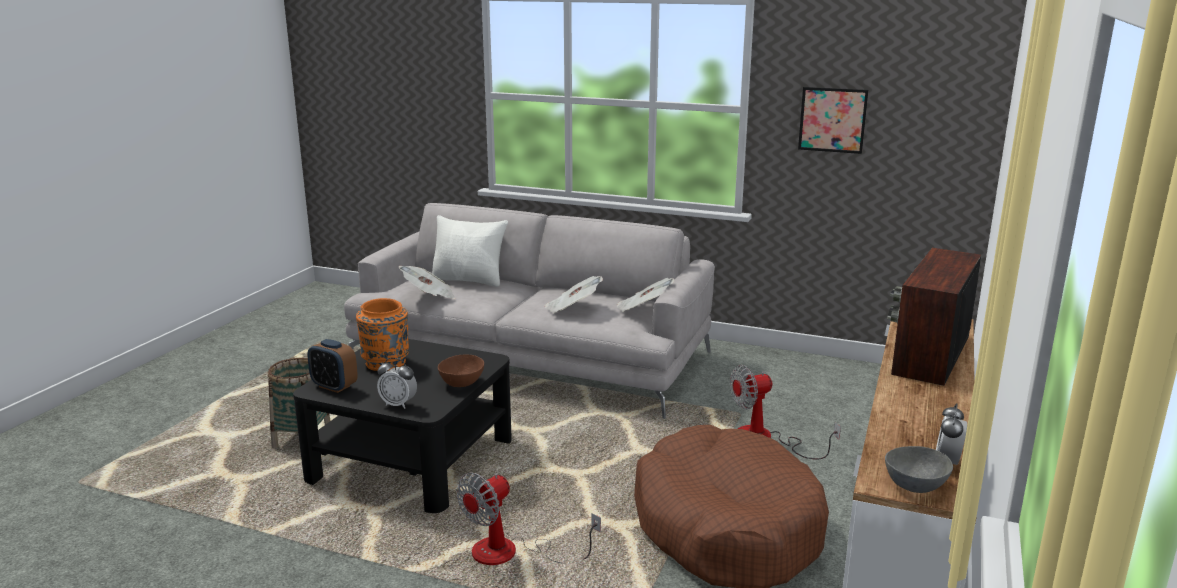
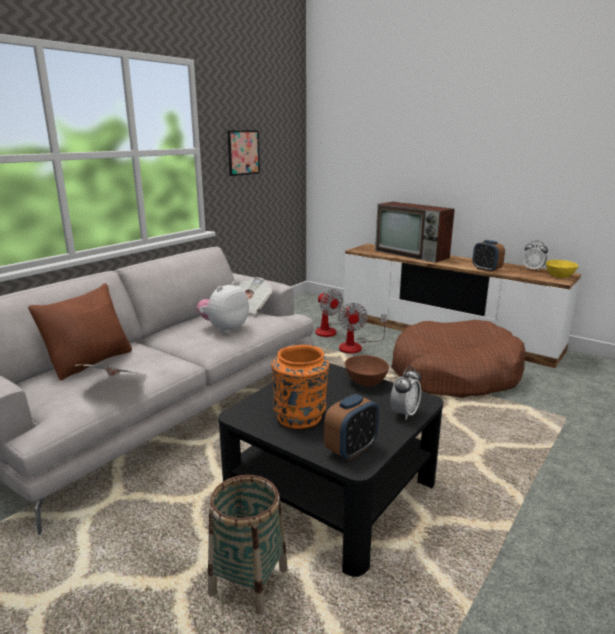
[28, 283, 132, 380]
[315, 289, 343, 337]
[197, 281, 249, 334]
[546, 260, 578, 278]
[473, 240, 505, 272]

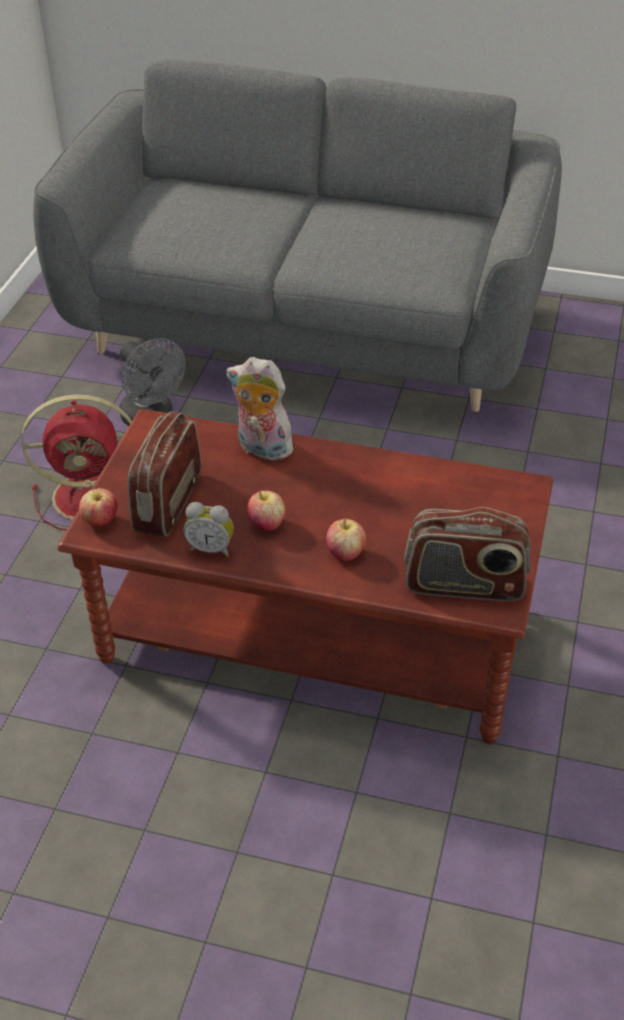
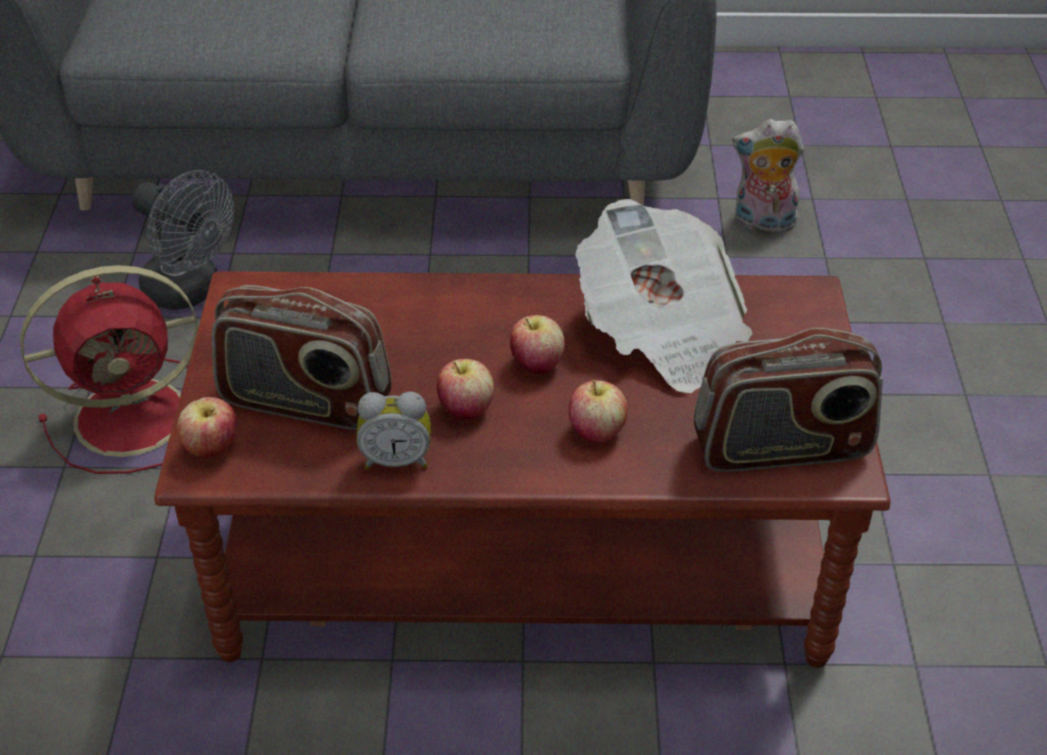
[212, 285, 392, 431]
[732, 119, 804, 233]
[510, 315, 565, 374]
[575, 199, 753, 393]

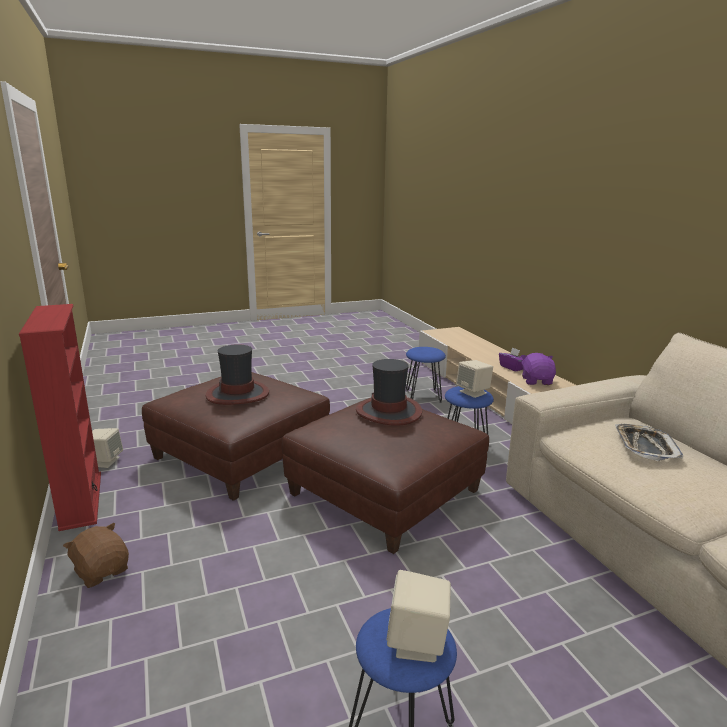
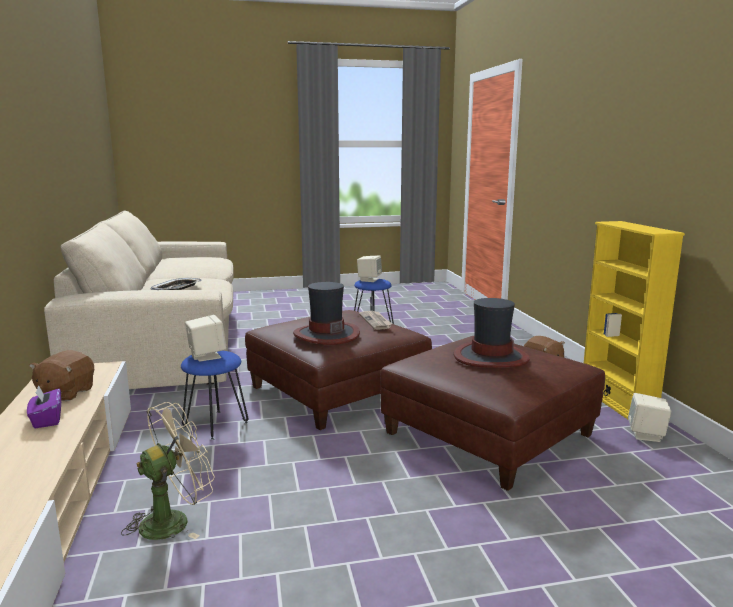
[584, 221, 685, 419]
[121, 402, 215, 540]
[29, 350, 94, 401]
[359, 311, 392, 330]

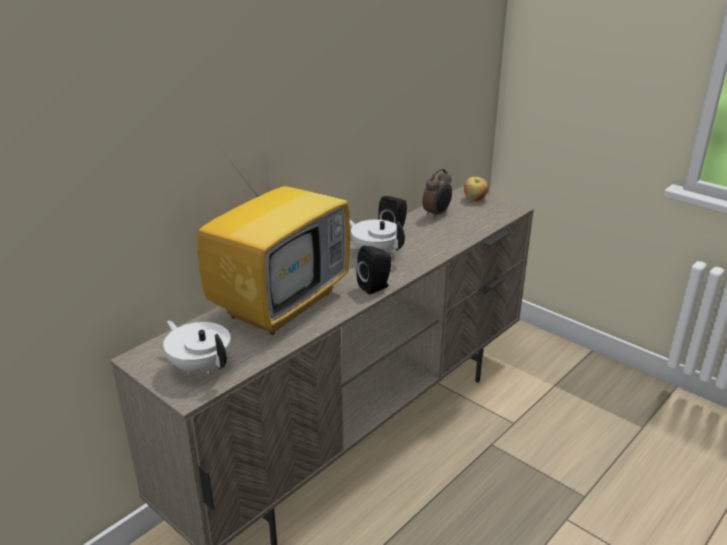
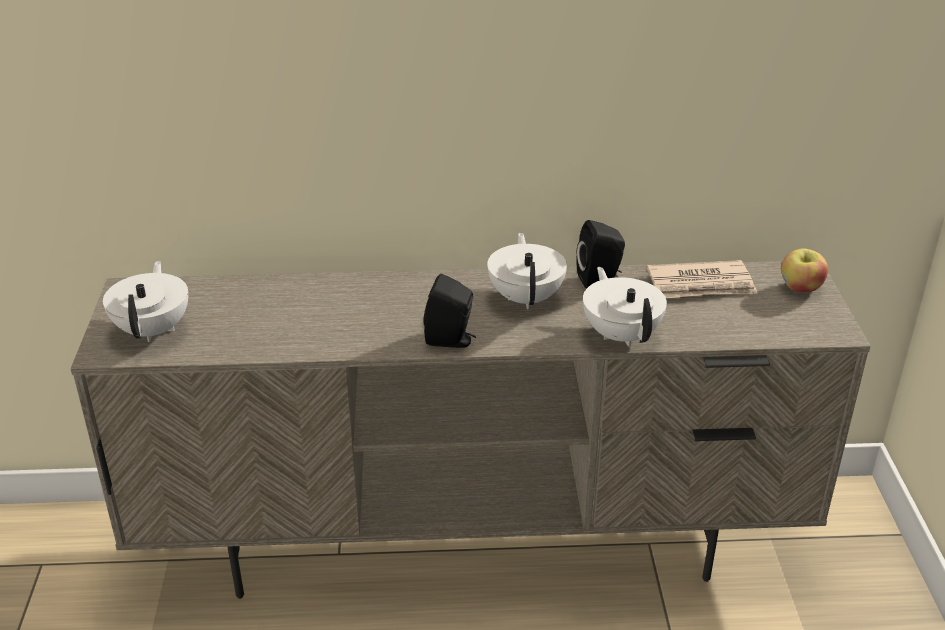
[197, 120, 350, 335] (first image)
[646, 260, 758, 298]
[583, 267, 667, 347]

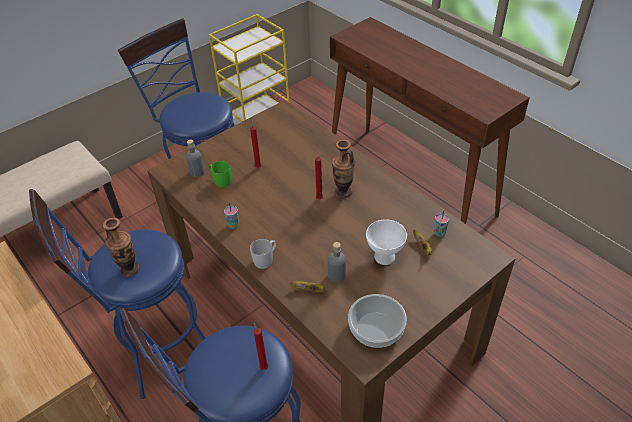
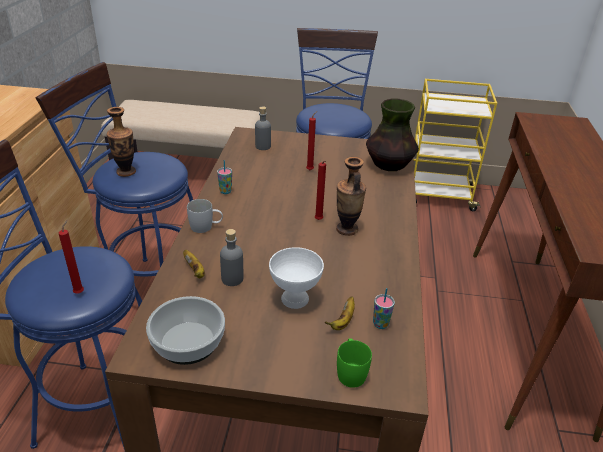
[337, 338, 372, 388]
[366, 99, 419, 171]

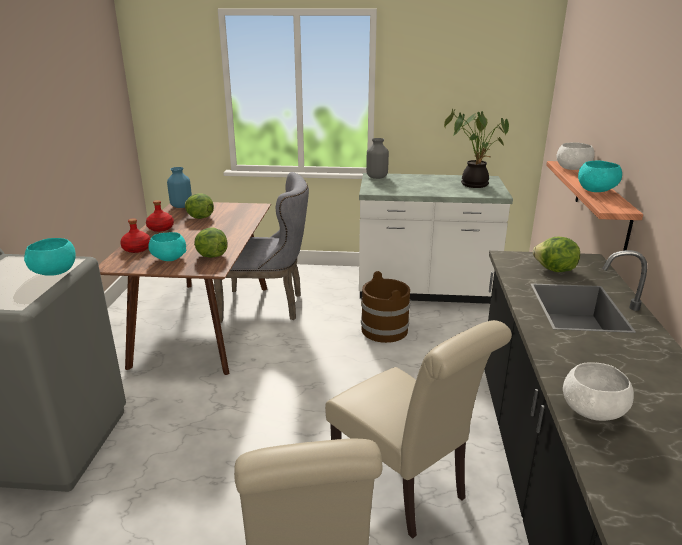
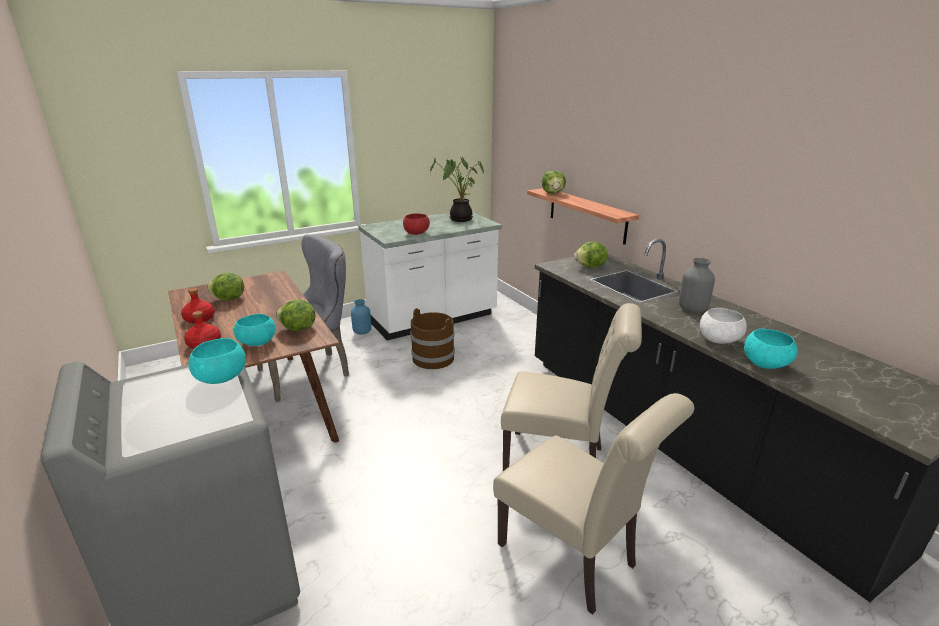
[351, 299, 372, 335]
[679, 258, 715, 312]
[542, 170, 566, 194]
[744, 329, 798, 369]
[403, 213, 430, 235]

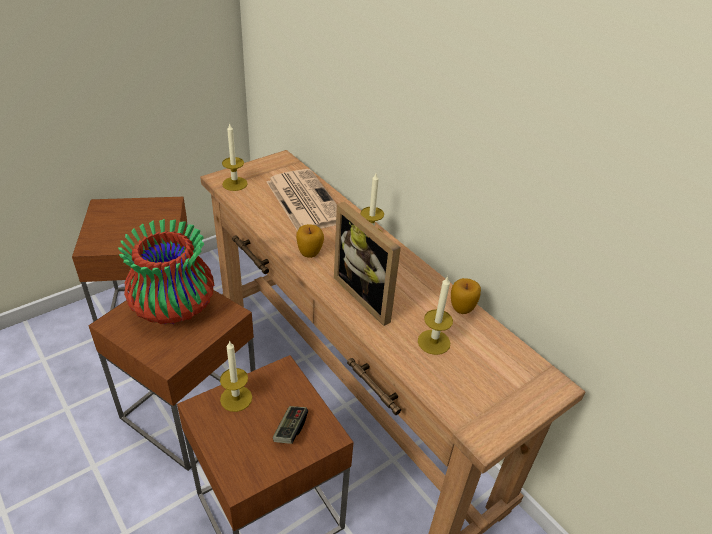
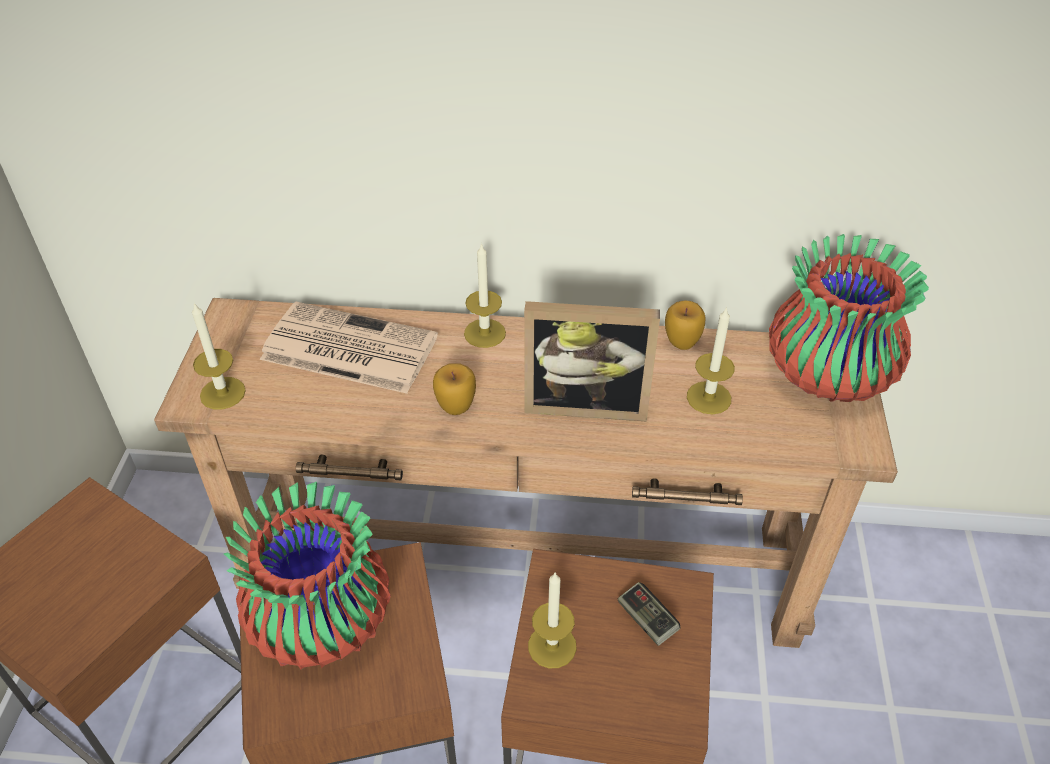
[769, 234, 929, 402]

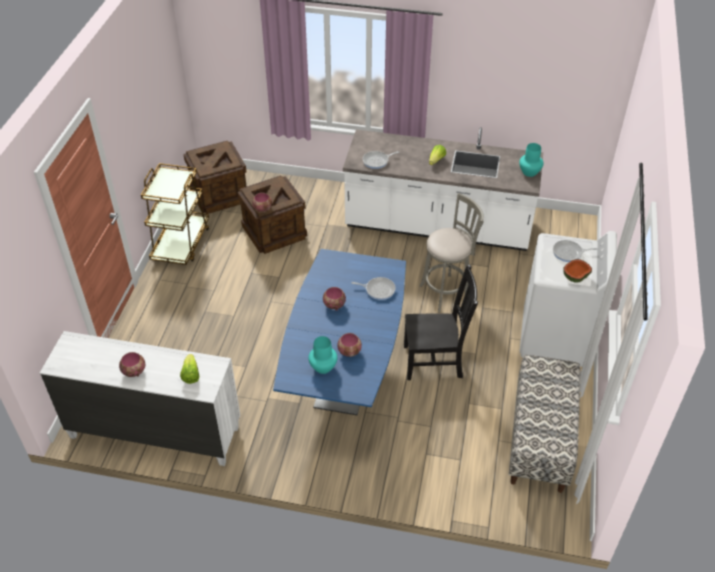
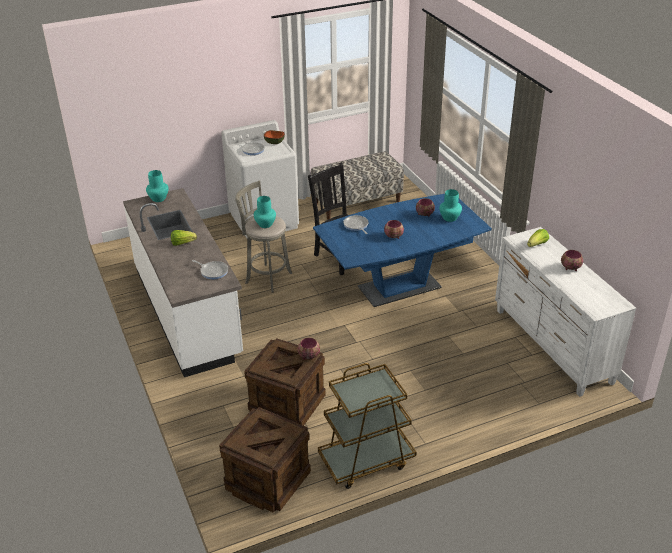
[254, 196, 276, 228]

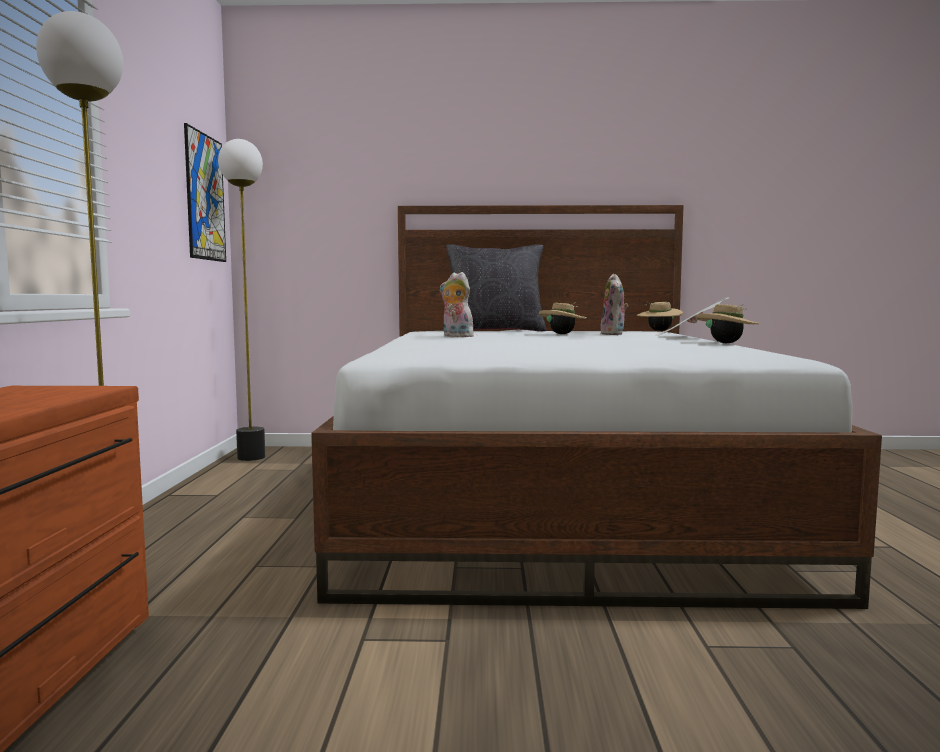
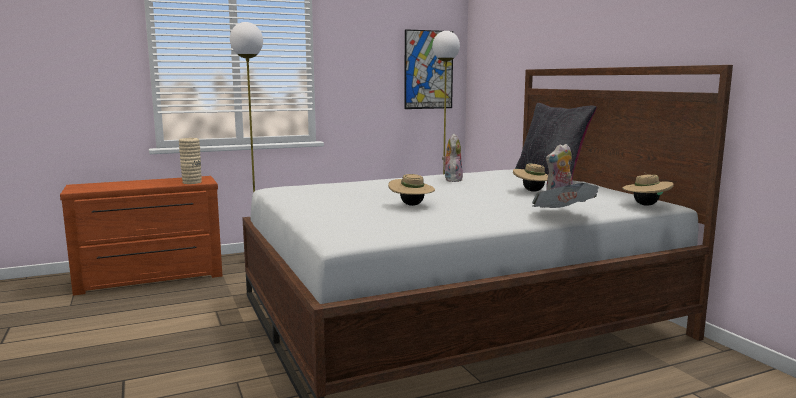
[388, 174, 435, 206]
[179, 138, 202, 184]

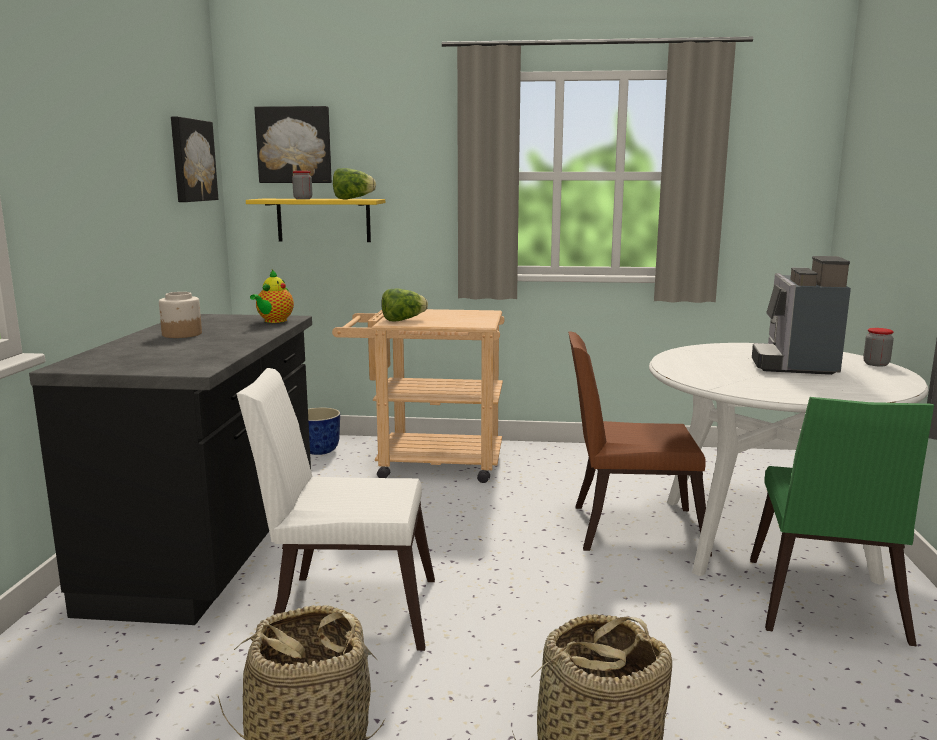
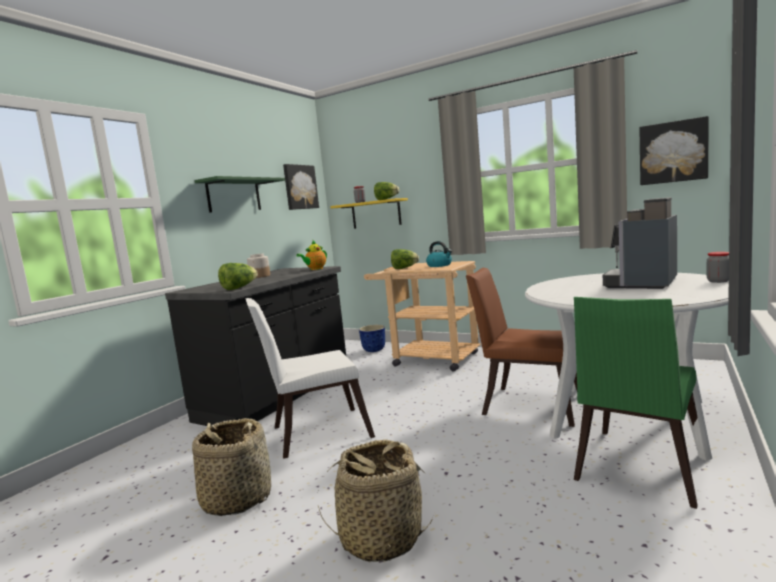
[245, 298, 375, 459]
[639, 116, 709, 185]
[194, 176, 285, 213]
[218, 263, 258, 290]
[426, 241, 452, 267]

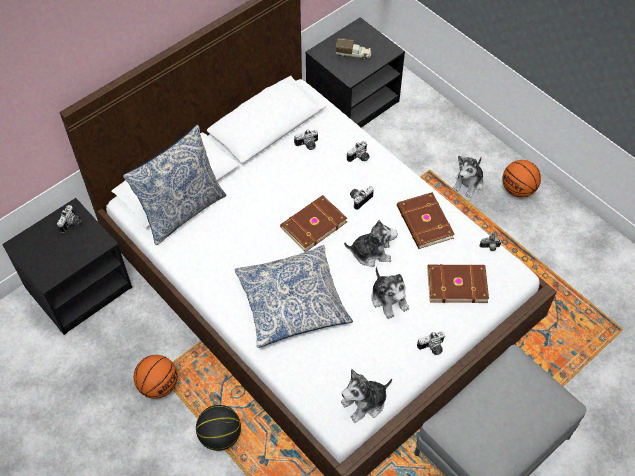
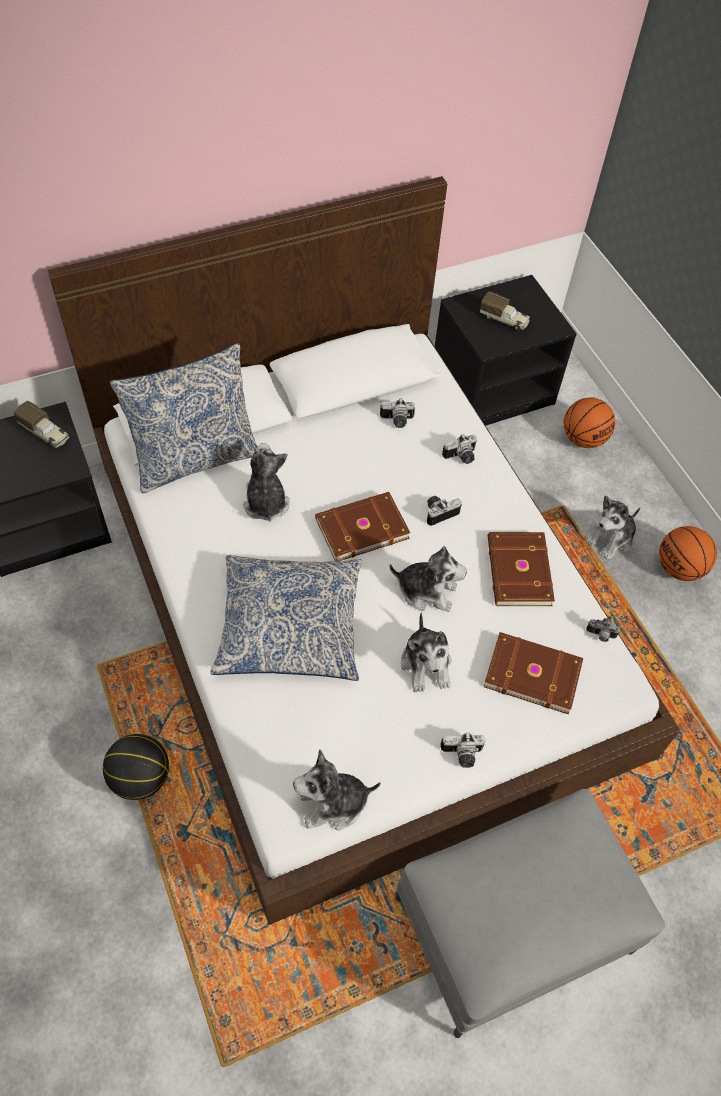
[14, 401, 69, 448]
[564, 398, 615, 448]
[243, 443, 290, 522]

